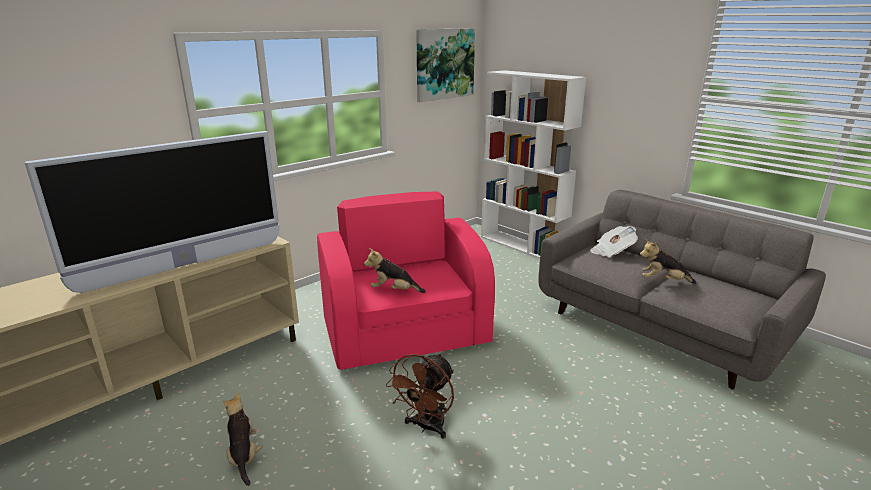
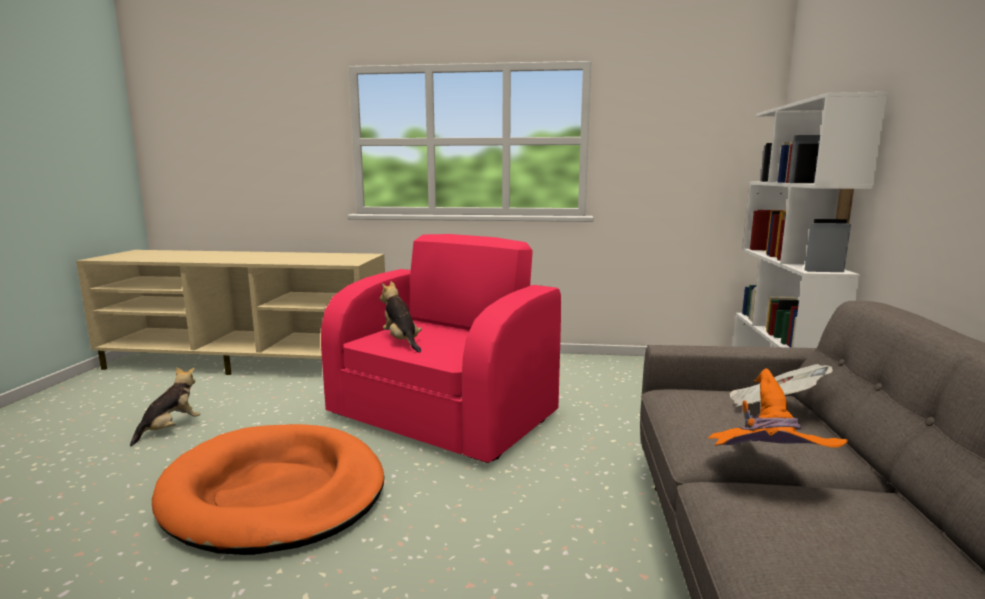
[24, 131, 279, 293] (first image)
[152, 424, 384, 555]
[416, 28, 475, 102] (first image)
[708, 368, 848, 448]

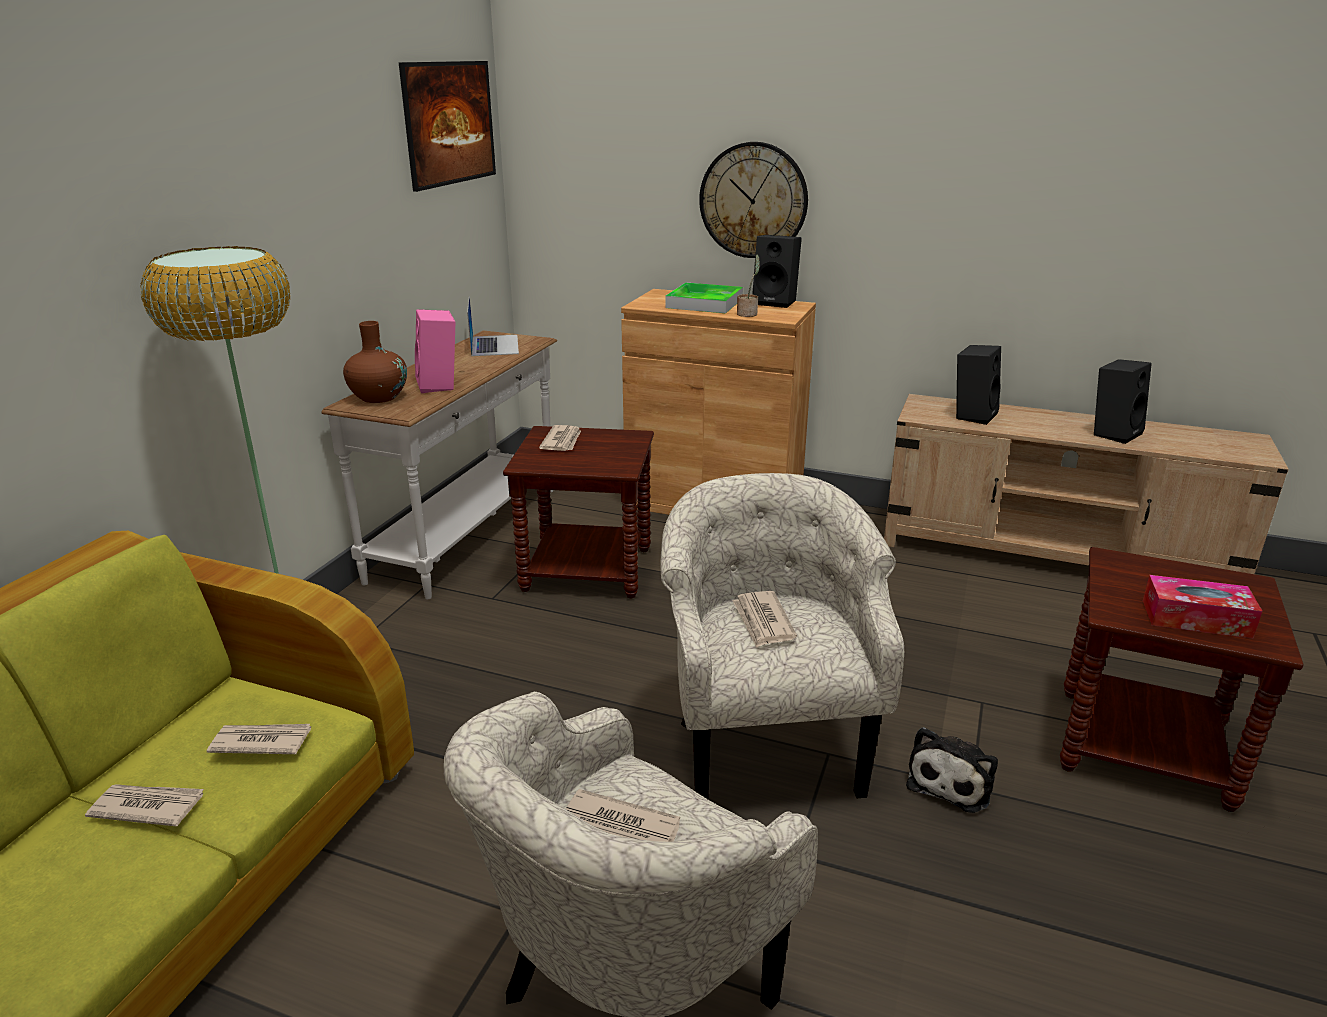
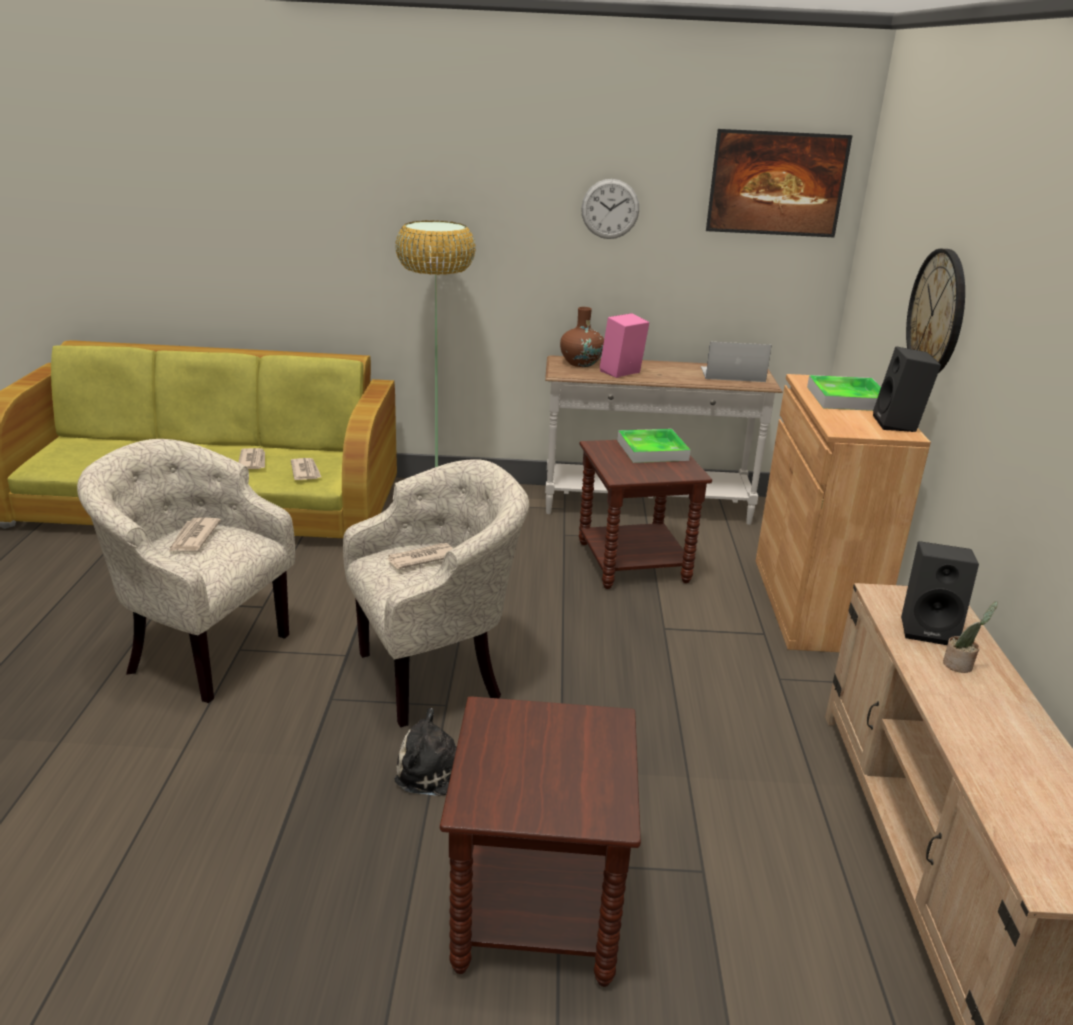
[701, 342, 772, 382]
[617, 429, 690, 463]
[943, 601, 998, 673]
[1094, 359, 1152, 444] (first image)
[1143, 575, 1262, 639] (first image)
[581, 179, 639, 239]

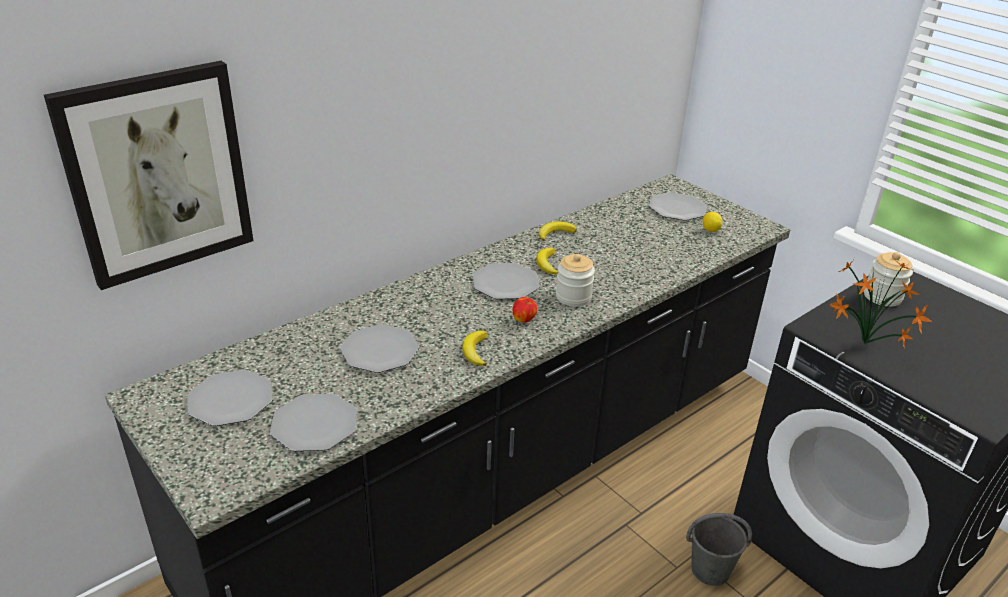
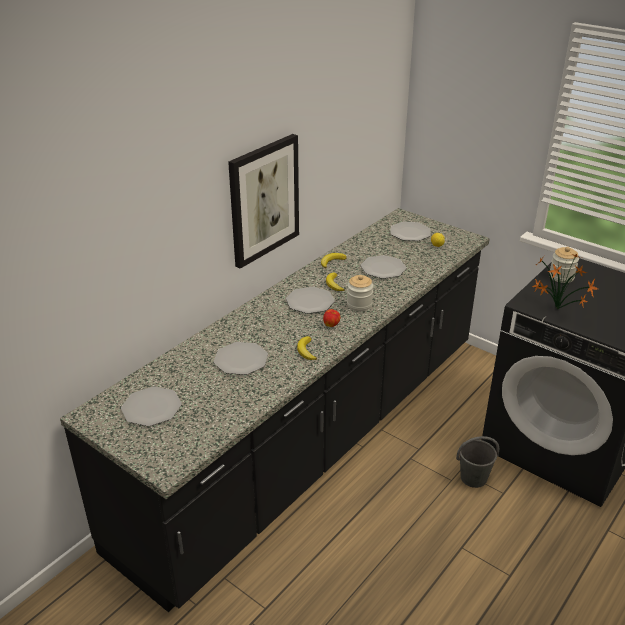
[228, 134, 299, 269]
[361, 255, 406, 279]

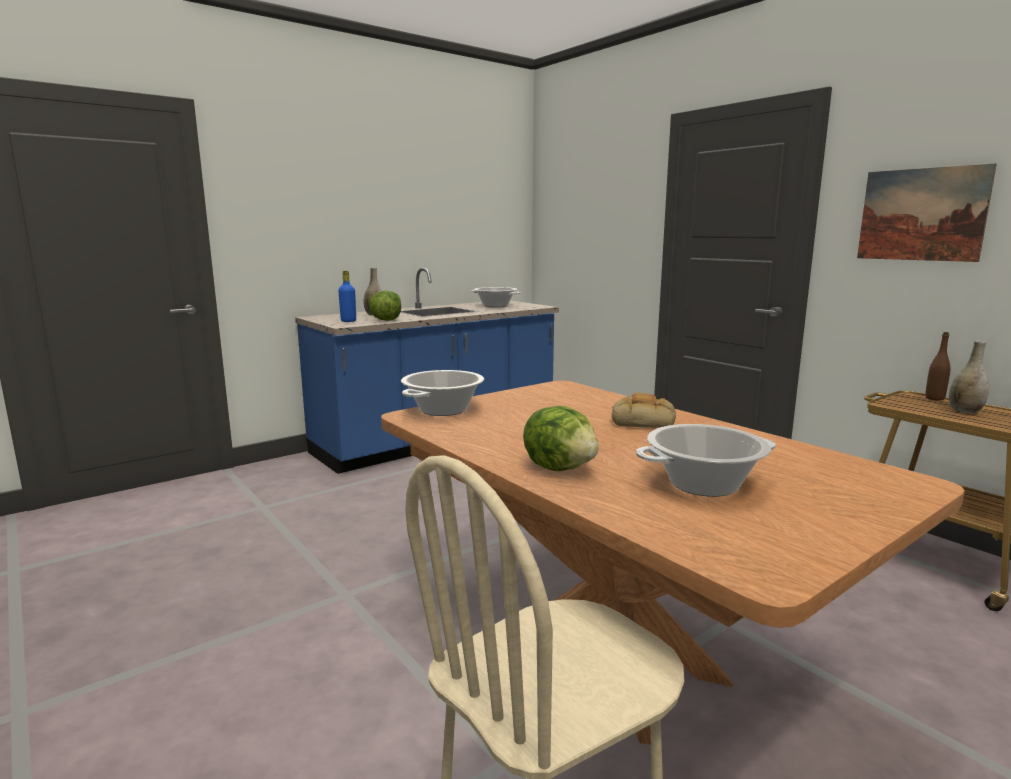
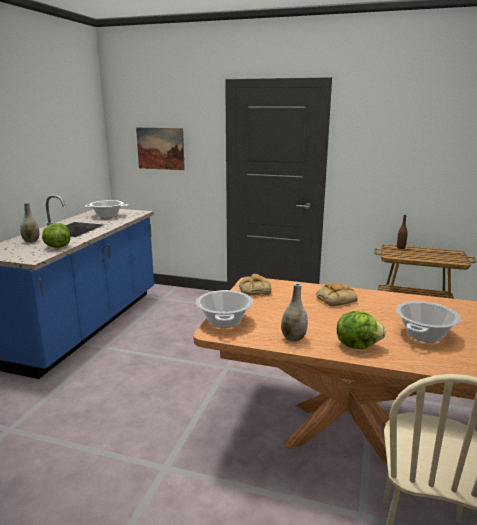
[338, 271, 356, 322] (first image)
[136, 127, 185, 170]
[281, 283, 308, 342]
[239, 274, 271, 295]

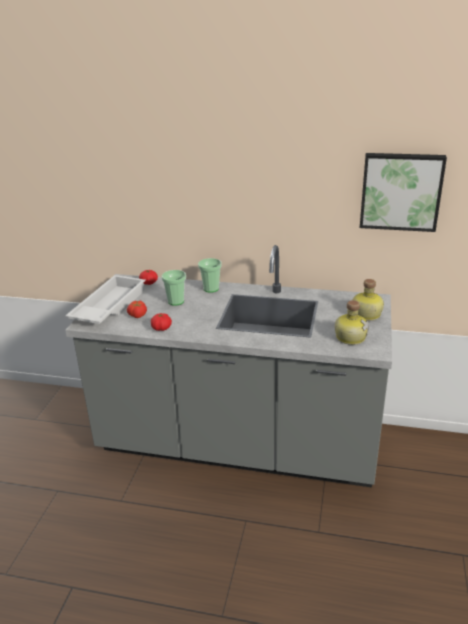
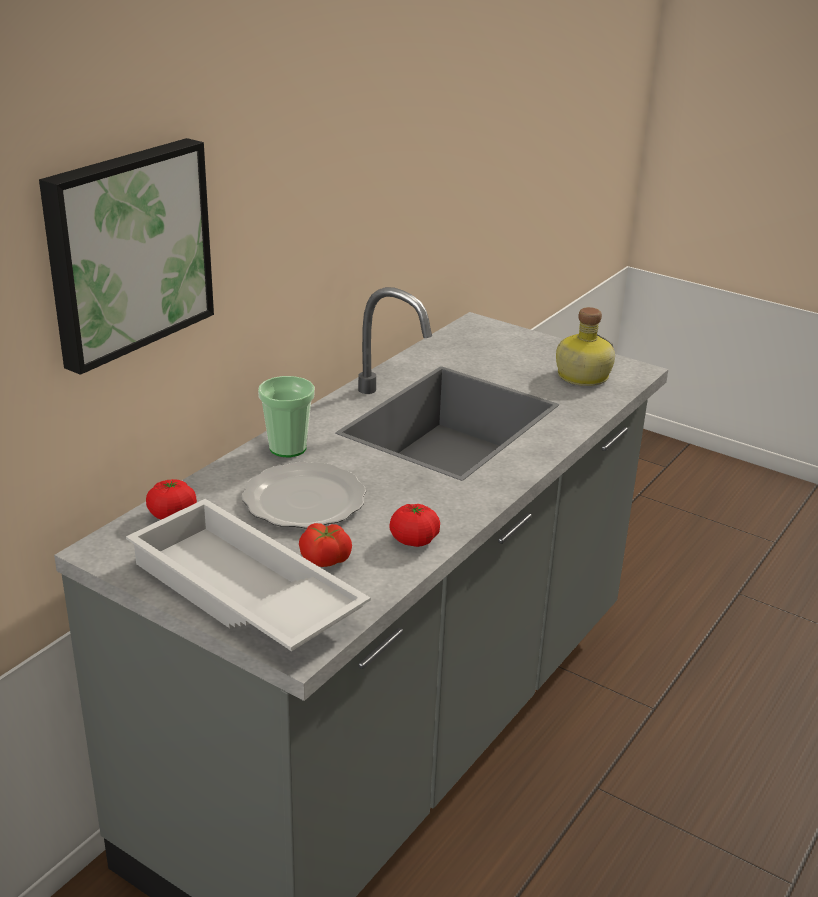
[242, 462, 366, 529]
[353, 279, 384, 321] (first image)
[39, 138, 214, 375]

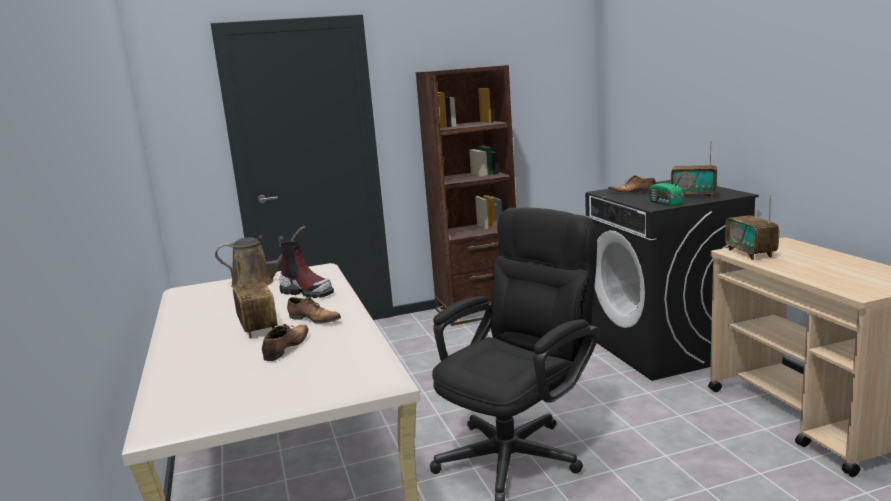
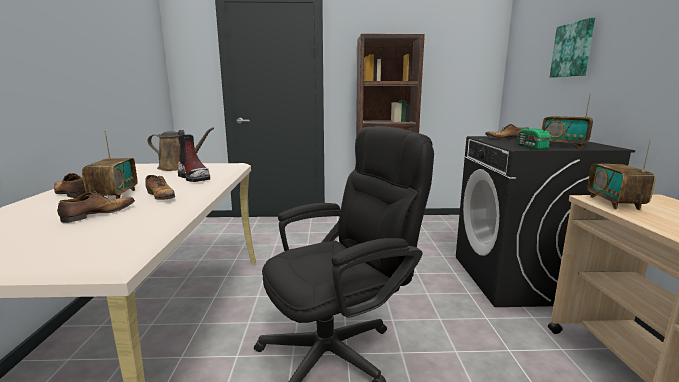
[54, 173, 86, 198]
[550, 18, 595, 78]

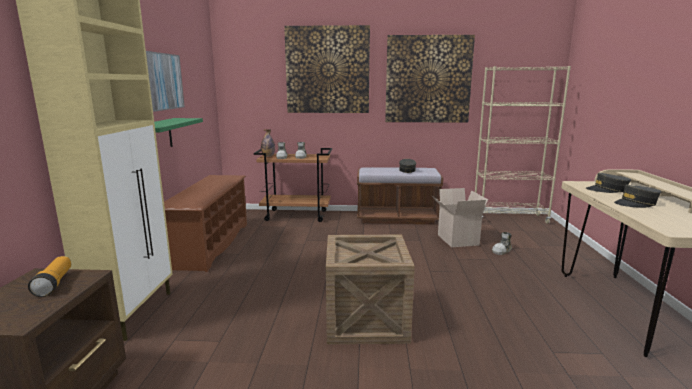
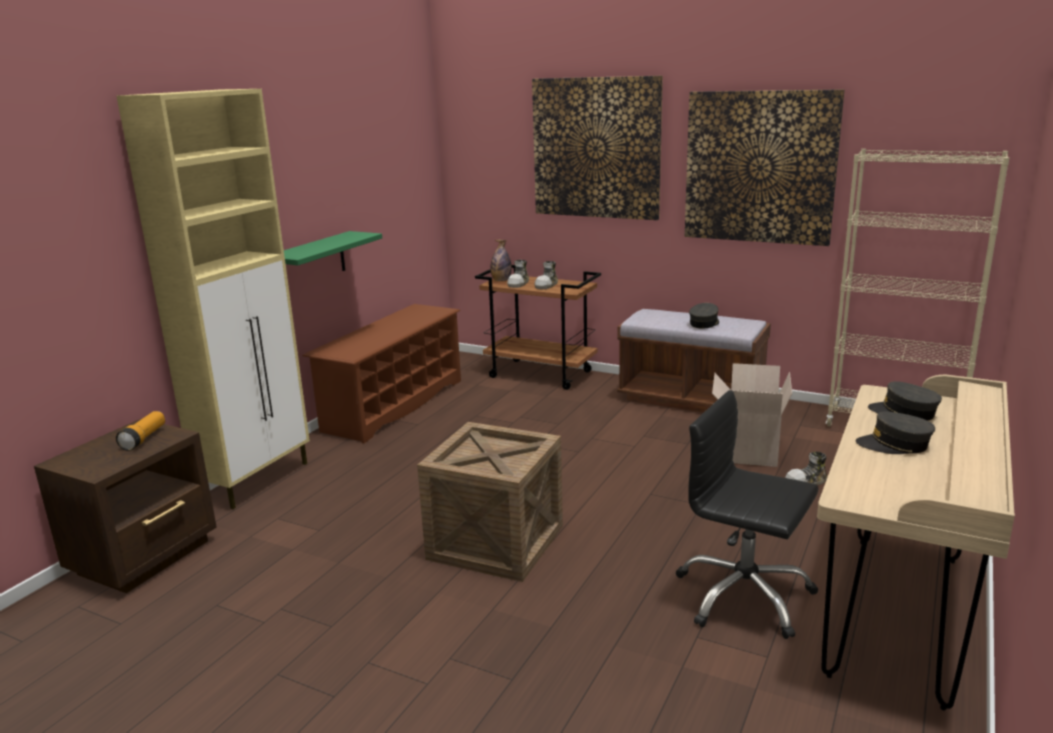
[146, 51, 185, 112] (first image)
[675, 390, 818, 639]

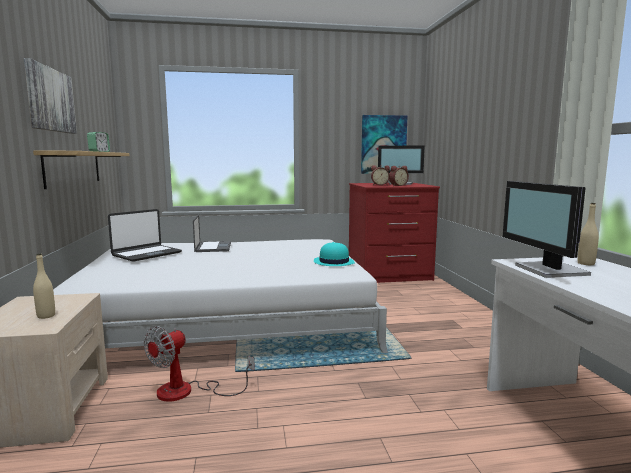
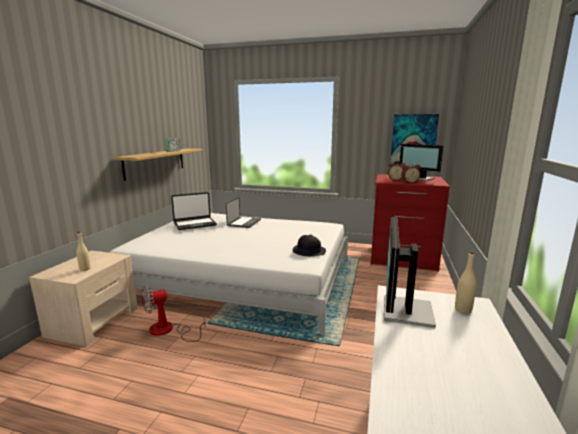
[24, 58, 77, 134] (first image)
[293, 234, 326, 256]

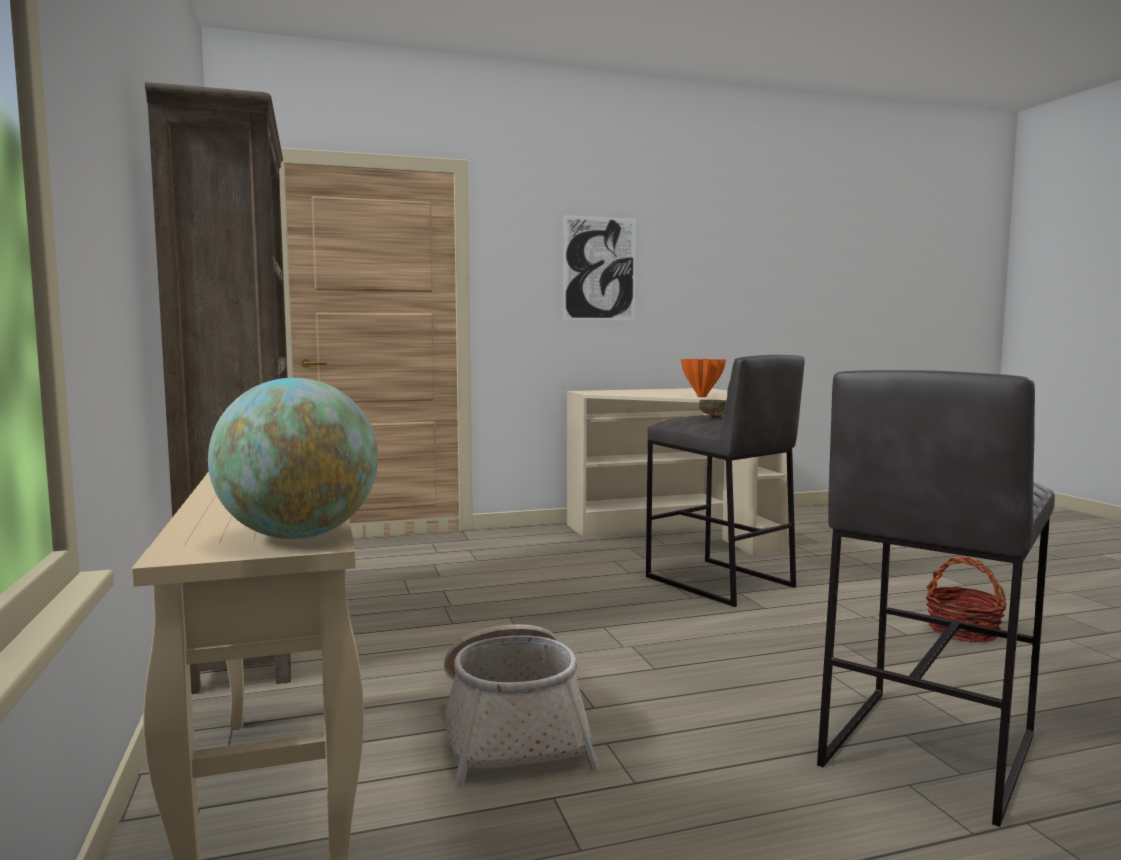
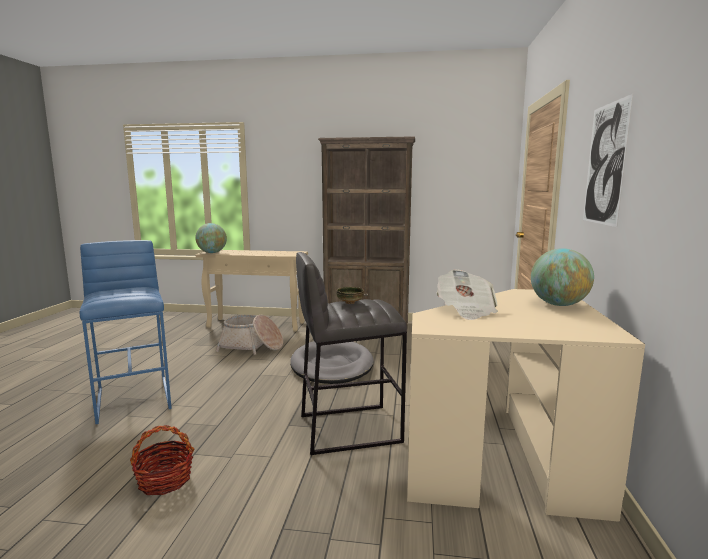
[437, 270, 498, 320]
[79, 240, 172, 424]
[290, 341, 374, 384]
[531, 248, 594, 306]

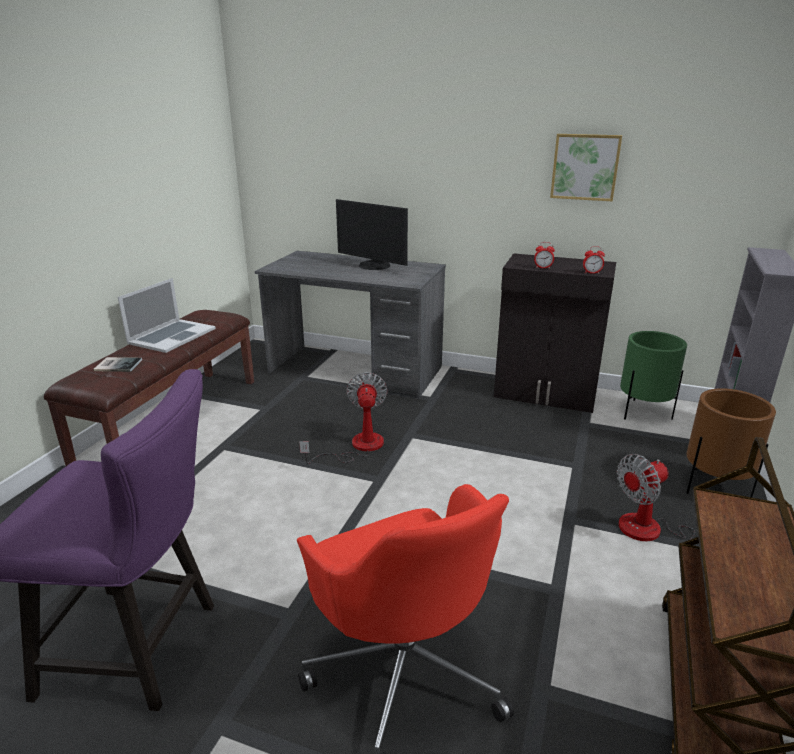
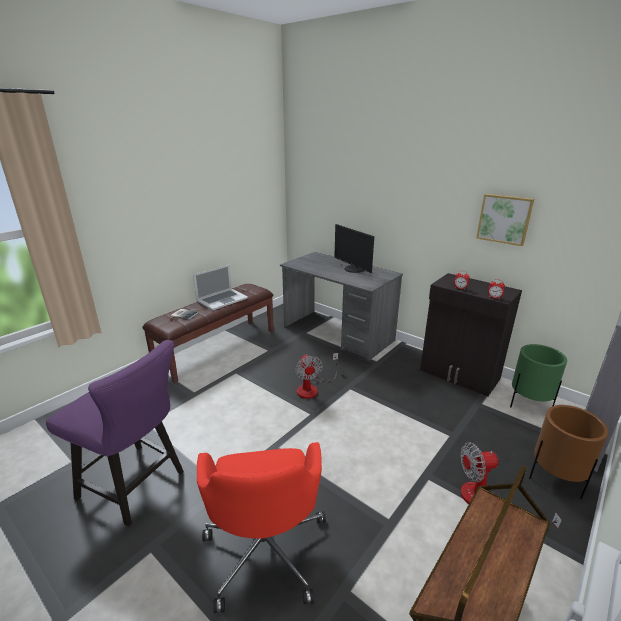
[295, 353, 338, 399]

